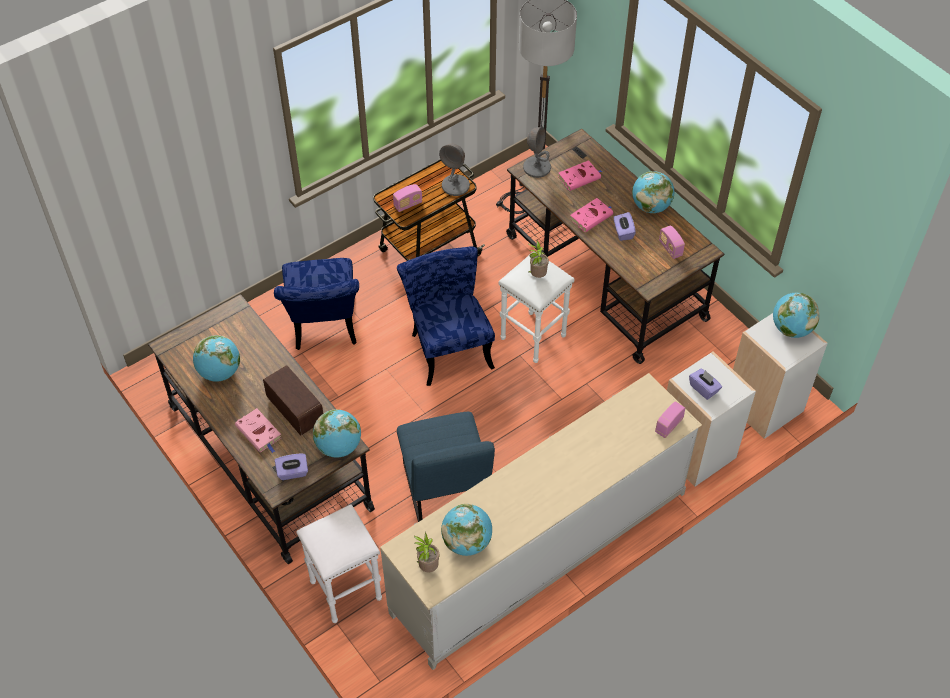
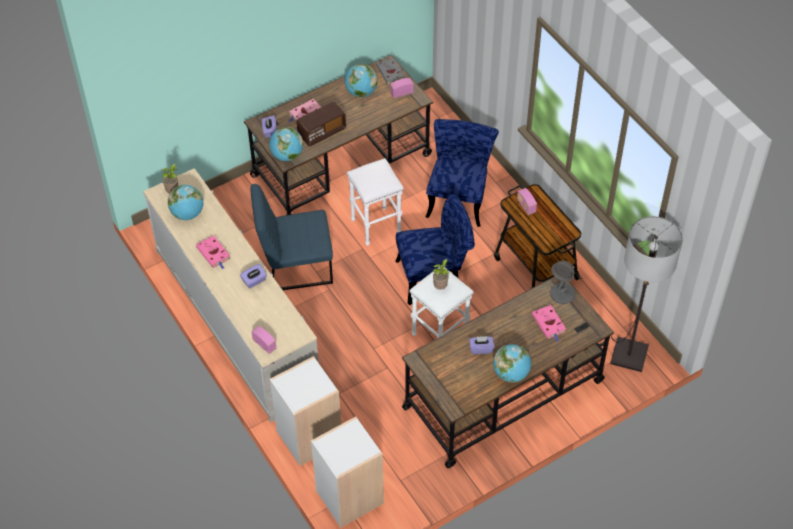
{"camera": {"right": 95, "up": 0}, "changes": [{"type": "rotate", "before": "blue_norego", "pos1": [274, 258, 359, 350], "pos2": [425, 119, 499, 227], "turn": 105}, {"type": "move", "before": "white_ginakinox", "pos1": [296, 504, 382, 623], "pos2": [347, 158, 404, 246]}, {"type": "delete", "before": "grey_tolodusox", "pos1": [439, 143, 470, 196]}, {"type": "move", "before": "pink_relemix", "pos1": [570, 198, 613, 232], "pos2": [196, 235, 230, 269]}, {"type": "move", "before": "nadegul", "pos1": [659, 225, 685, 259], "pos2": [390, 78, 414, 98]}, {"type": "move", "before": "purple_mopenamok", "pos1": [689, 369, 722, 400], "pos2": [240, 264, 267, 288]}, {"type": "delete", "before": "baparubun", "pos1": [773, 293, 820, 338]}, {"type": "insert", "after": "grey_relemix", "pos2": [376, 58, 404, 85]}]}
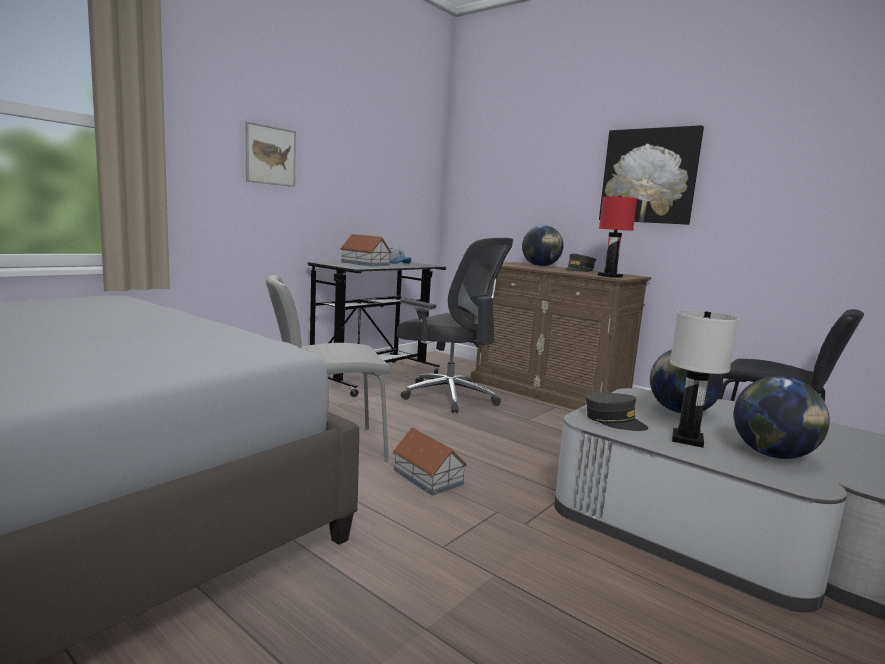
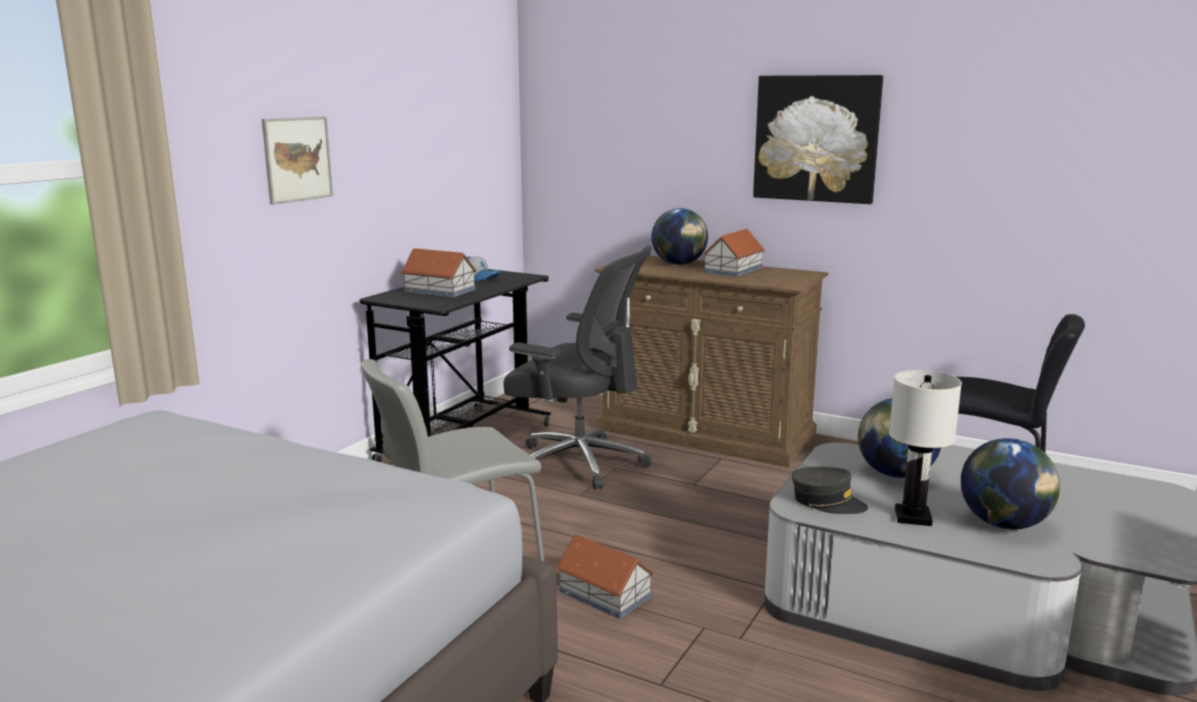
{"camera": {"right": -10, "up": 5}, "changes": [{"type": "replace", "before": "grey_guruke", "after": "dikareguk", "pos1": [564, 254, 596, 272], "pos2": [702, 229, 765, 277]}, {"type": "delete", "before": "red_tolodusox", "pos1": [598, 196, 637, 278]}]}
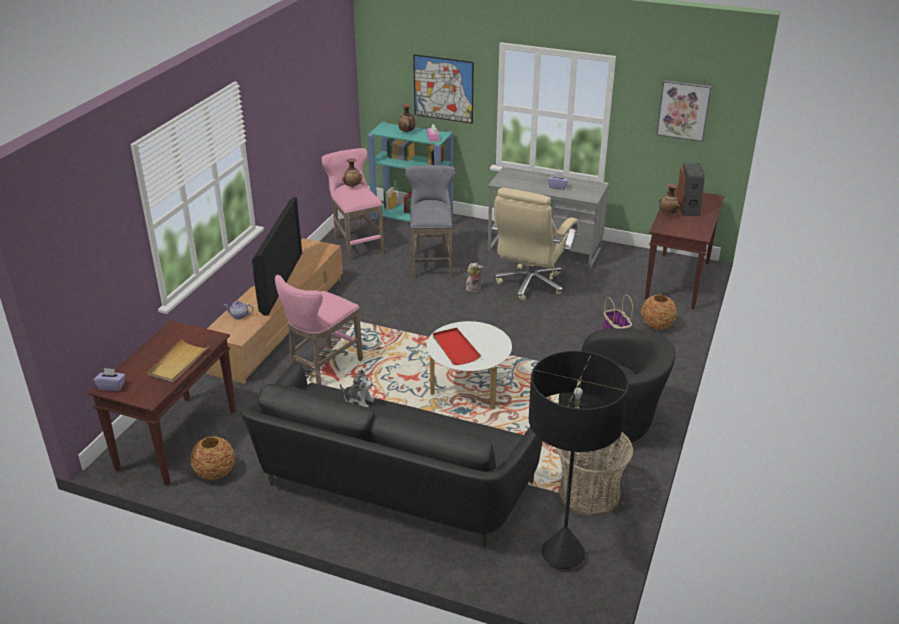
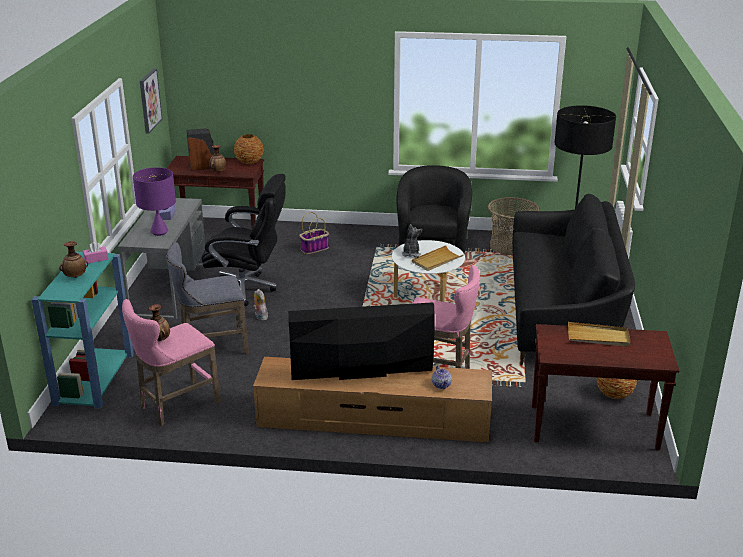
{"camera": {"right": -105, "up": -5}, "changes": [{"type": "delete", "before": "purple_mopenamok", "pos1": [94, 368, 125, 391]}, {"type": "move", "before": "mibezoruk", "pos1": [340, 369, 375, 407], "pos2": [402, 224, 422, 257]}, {"type": "delete", "before": "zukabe", "pos1": [413, 54, 474, 124]}, {"type": "recolor", "before": "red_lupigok", "after": "beige_lupigok", "pos1": [433, 328, 481, 365], "pos2": [412, 245, 464, 271]}, {"type": "recolor", "before": "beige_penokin", "after": "black_penokin", "pos1": [492, 188, 579, 301], "pos2": [201, 174, 286, 306]}, {"type": "move", "before": "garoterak", "pos1": [641, 295, 677, 330], "pos2": [234, 134, 264, 164]}, {"type": "insert", "after": "purple_tolodusox", "pos2": [133, 167, 176, 236]}]}
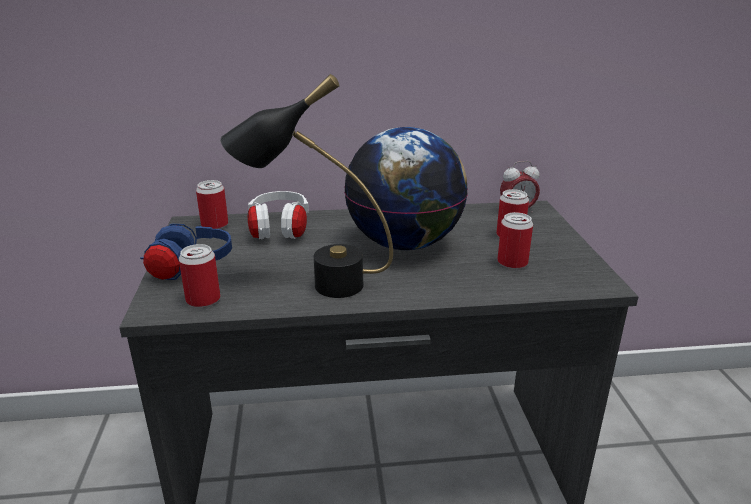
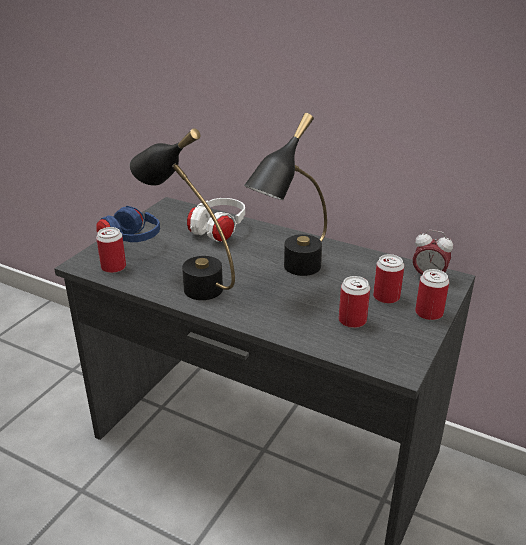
{"camera": {"right": 35, "up": 5}, "changes": [{"type": "move", "before": "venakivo", "pos1": [196, 180, 228, 229], "pos2": [415, 269, 449, 320]}, {"type": "replace", "before": "baparubun", "after": "black_tolodusox", "pos1": [344, 127, 468, 250], "pos2": [244, 113, 327, 276]}]}
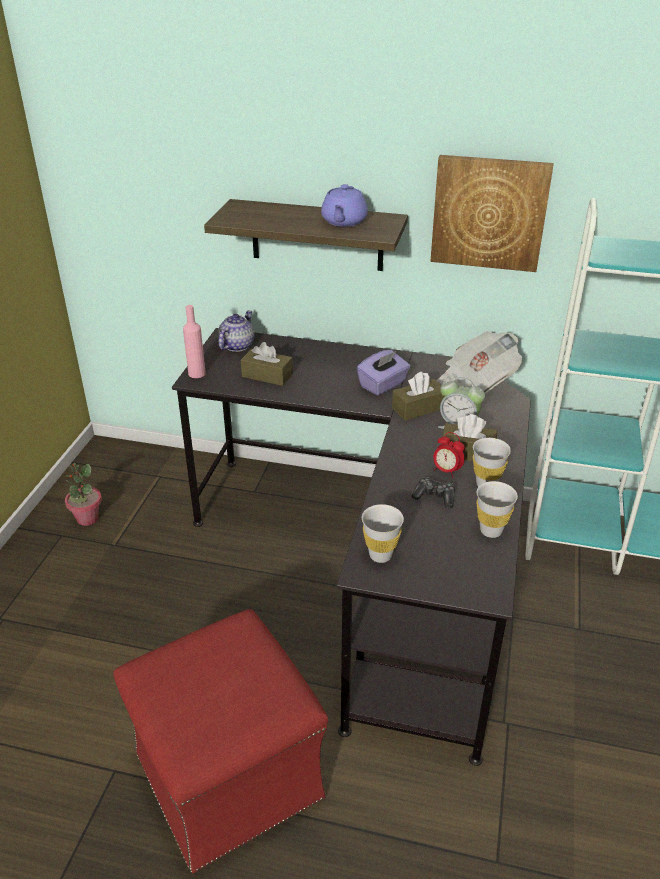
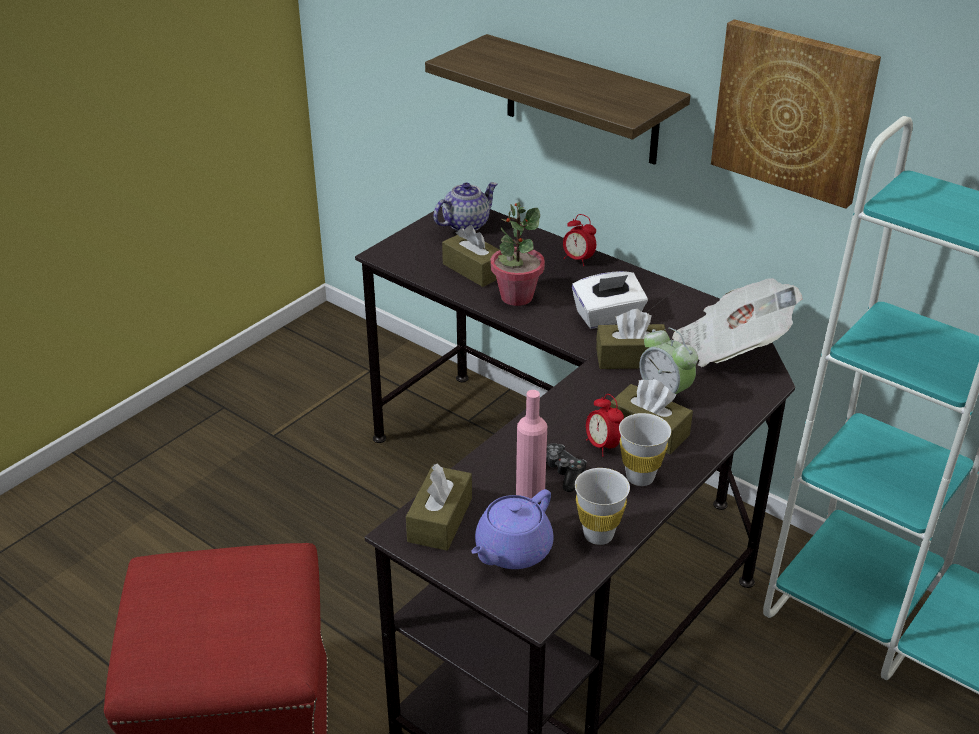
{"camera": {"right": 25, "up": 0}, "changes": [{"type": "move", "before": "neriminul", "pos1": [65, 463, 102, 526], "pos2": [490, 202, 545, 306]}, {"type": "move", "before": "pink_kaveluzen", "pos1": [183, 305, 206, 378], "pos2": [516, 390, 547, 502]}, {"type": "move", "before": "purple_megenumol", "pos1": [321, 184, 368, 227], "pos2": [471, 489, 554, 569]}, {"type": "recolor", "before": "purple_mopenamok", "after": "white_mopenamok", "pos1": [357, 350, 410, 396], "pos2": [572, 271, 648, 329]}, {"type": "replace", "before": "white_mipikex", "after": "brown_mopenamok", "pos1": [362, 504, 404, 563], "pos2": [406, 464, 472, 551]}, {"type": "insert", "after": "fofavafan", "pos2": [563, 214, 596, 266]}]}
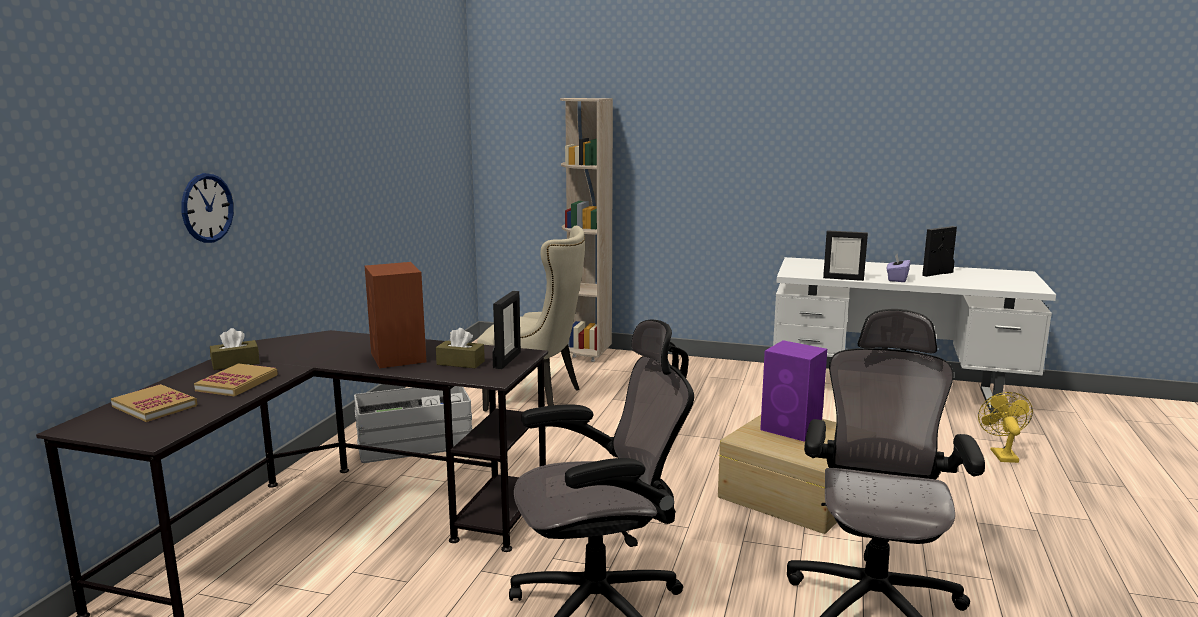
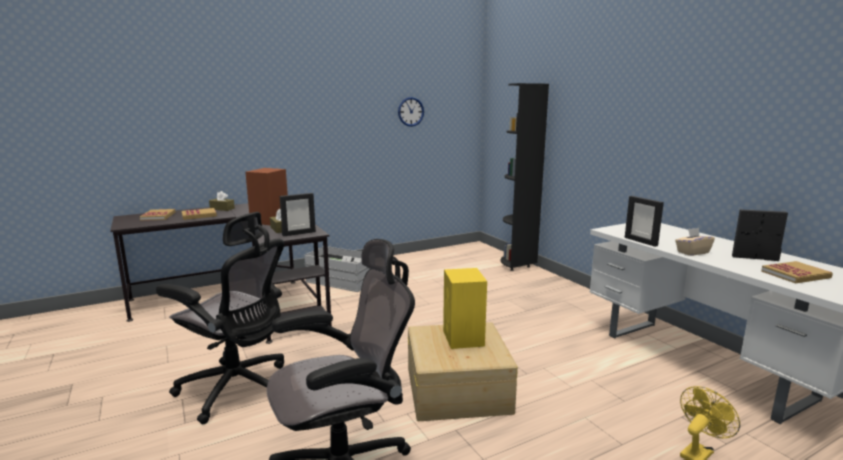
{"camera": {"right": 45, "up": 0}, "changes": [{"type": "move", "before": "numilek", "pos1": [181, 173, 234, 243], "pos2": [398, 97, 424, 127]}, {"type": "delete", "before": "beige_norego", "pos1": [478, 226, 585, 412]}, {"type": "recolor", "before": "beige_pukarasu", "after": "black_pukarasu", "pos1": [560, 98, 613, 362], "pos2": [501, 83, 549, 271]}, {"type": "recolor", "before": "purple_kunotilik", "after": "yellow_kunotilik", "pos1": [760, 340, 827, 442], "pos2": [443, 268, 487, 349]}, {"type": "recolor", "before": "purple_mopenamok", "after": "beige_mopenamok", "pos1": [887, 254, 911, 282], "pos2": [675, 228, 715, 256]}, {"type": "insert", "after": "relemix", "pos2": [761, 261, 833, 284]}]}
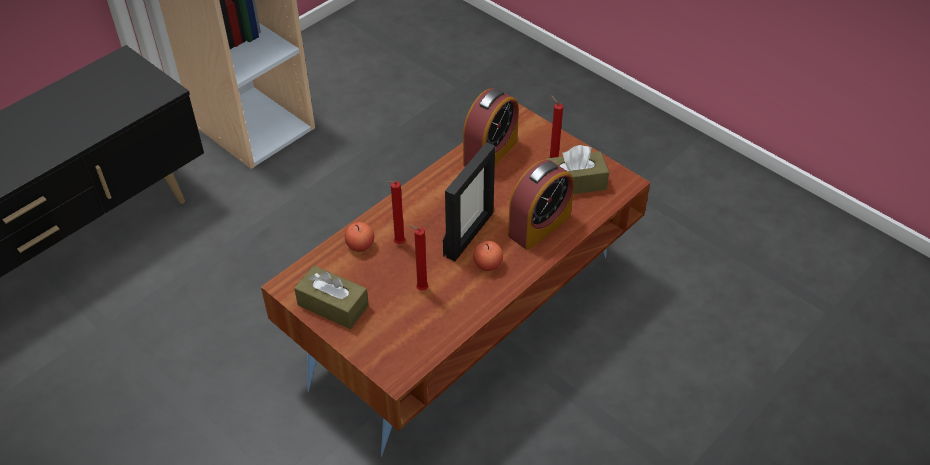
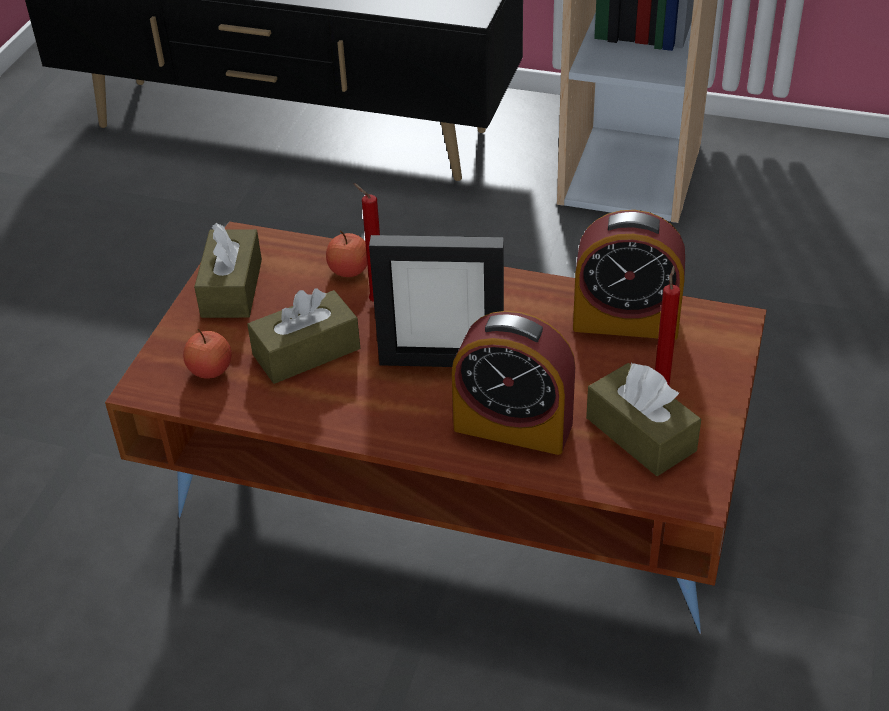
{"camera": {"right": 65, "up": -5}, "changes": [{"type": "replace", "before": "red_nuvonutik", "after": "brown_mopenamok", "pos1": [408, 225, 428, 291], "pos2": [247, 288, 360, 384]}, {"type": "move", "before": "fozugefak", "pos1": [473, 241, 503, 271], "pos2": [183, 329, 232, 379]}]}
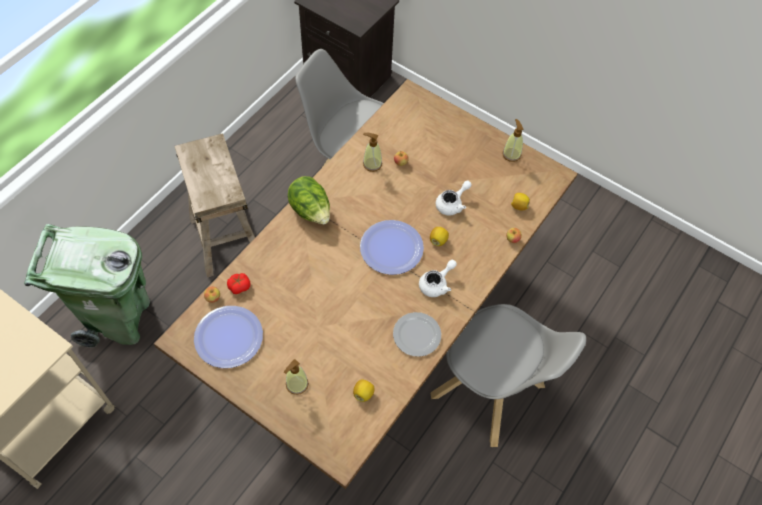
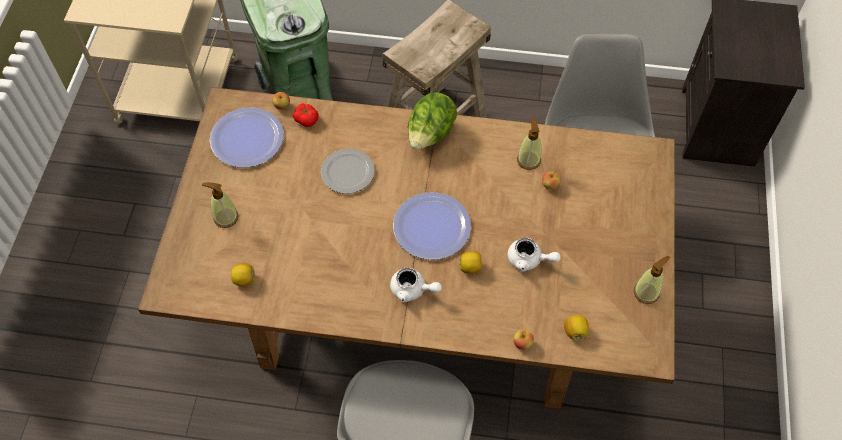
{"camera": {"right": 65, "up": 0}, "changes": [{"type": "move", "before": "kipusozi", "pos1": [393, 312, 441, 357], "pos2": [321, 149, 375, 194]}]}
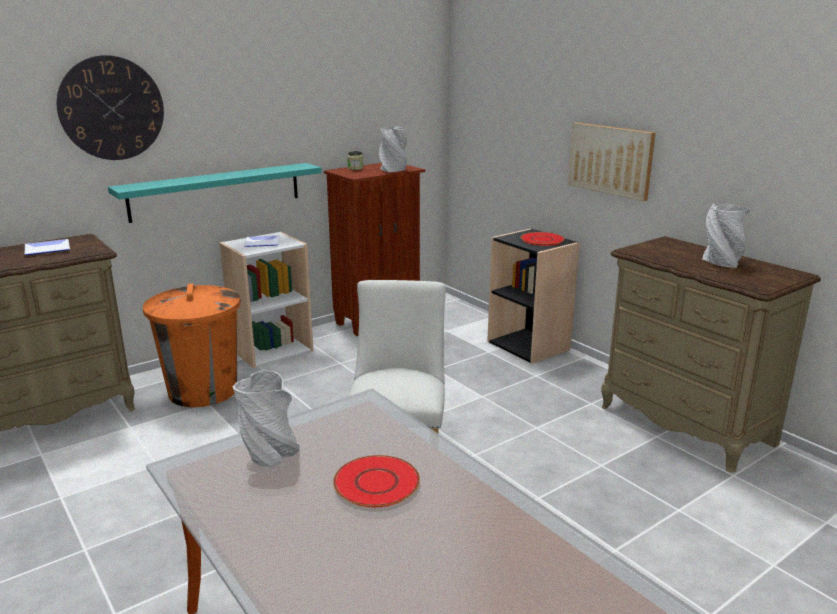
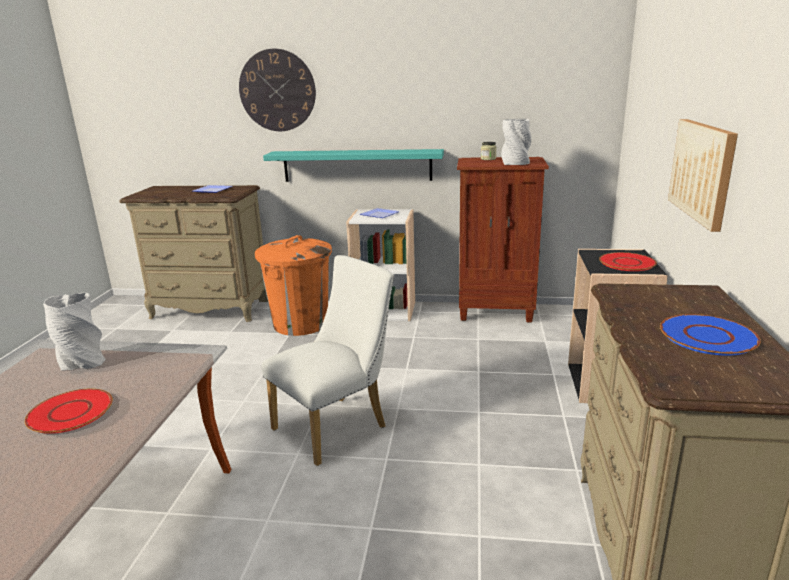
{"camera": {"right": 45, "up": 0}, "changes": [{"type": "replace", "before": "grey_garoterak", "after": "blue_kipusozi", "pos1": [702, 204, 751, 268], "pos2": [660, 314, 761, 356]}]}
